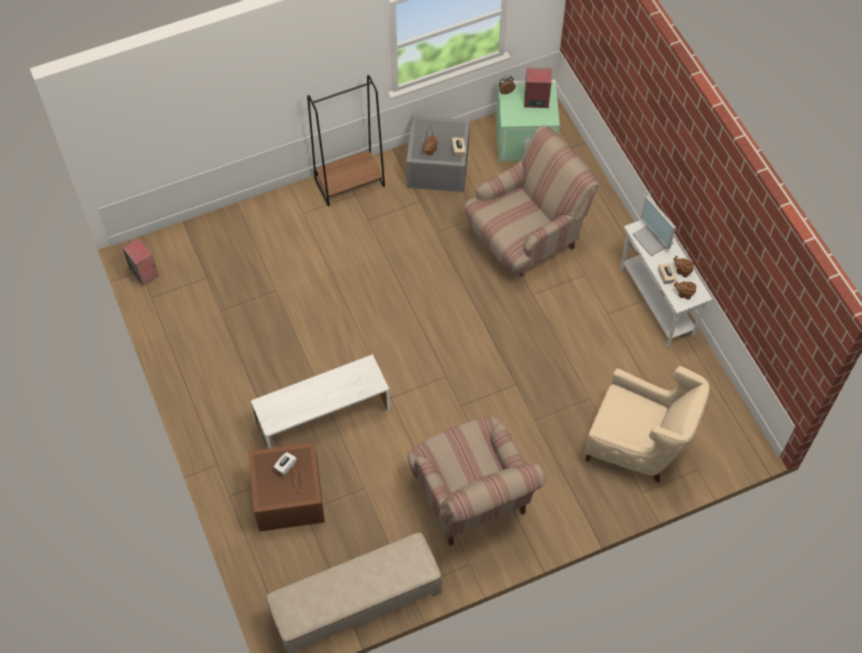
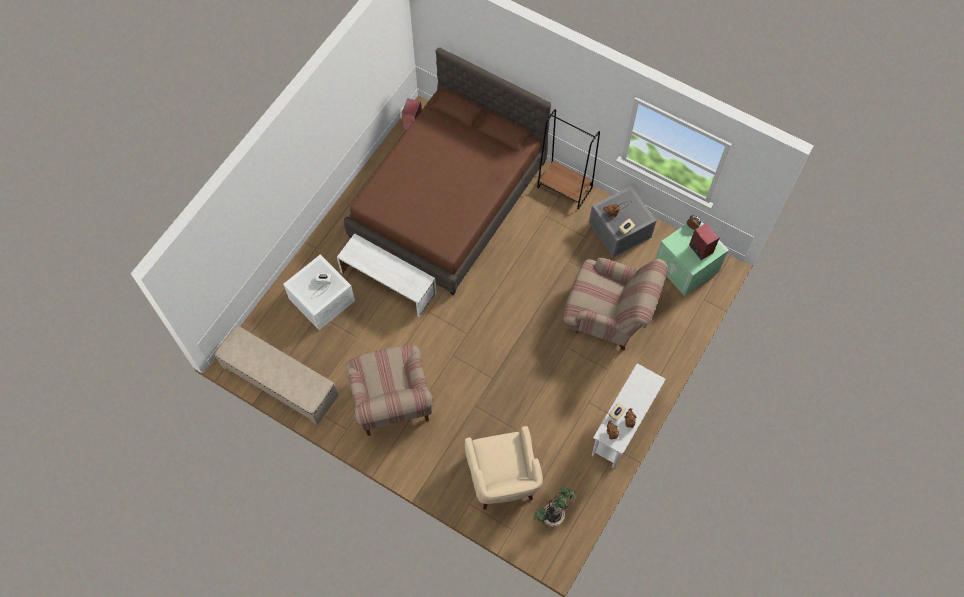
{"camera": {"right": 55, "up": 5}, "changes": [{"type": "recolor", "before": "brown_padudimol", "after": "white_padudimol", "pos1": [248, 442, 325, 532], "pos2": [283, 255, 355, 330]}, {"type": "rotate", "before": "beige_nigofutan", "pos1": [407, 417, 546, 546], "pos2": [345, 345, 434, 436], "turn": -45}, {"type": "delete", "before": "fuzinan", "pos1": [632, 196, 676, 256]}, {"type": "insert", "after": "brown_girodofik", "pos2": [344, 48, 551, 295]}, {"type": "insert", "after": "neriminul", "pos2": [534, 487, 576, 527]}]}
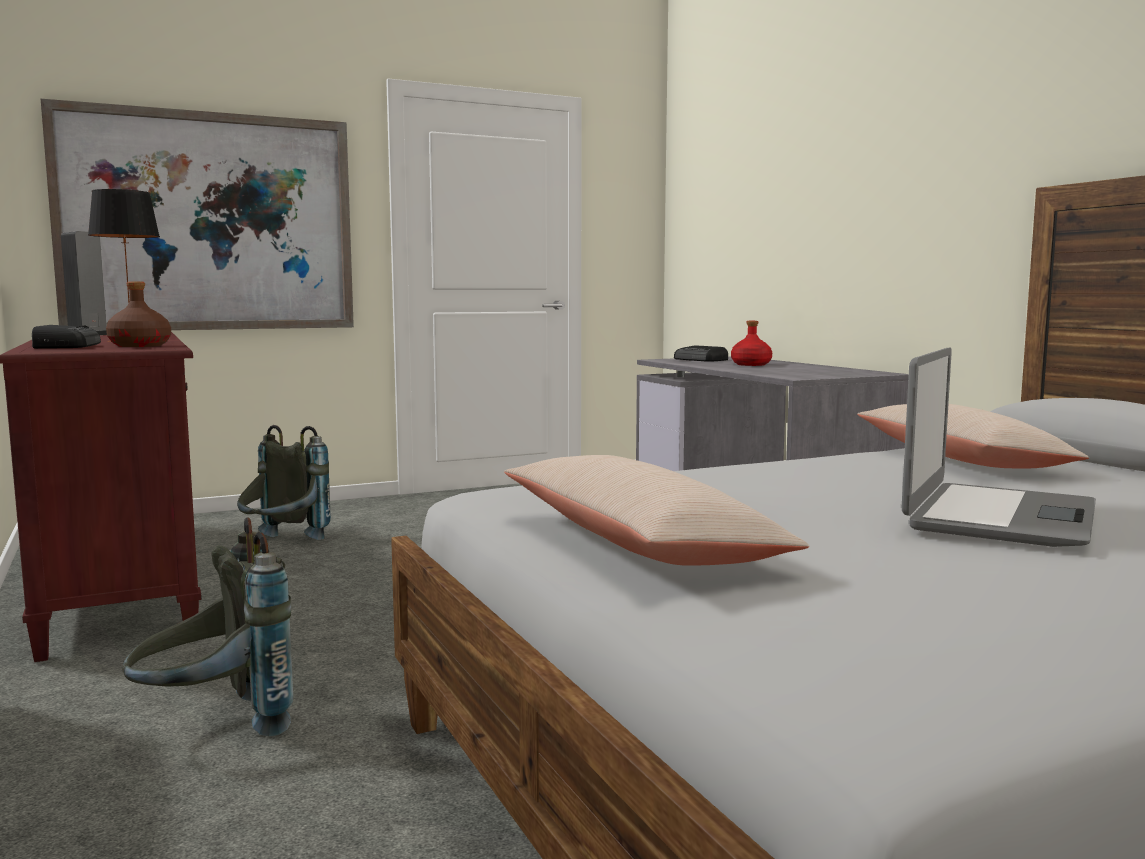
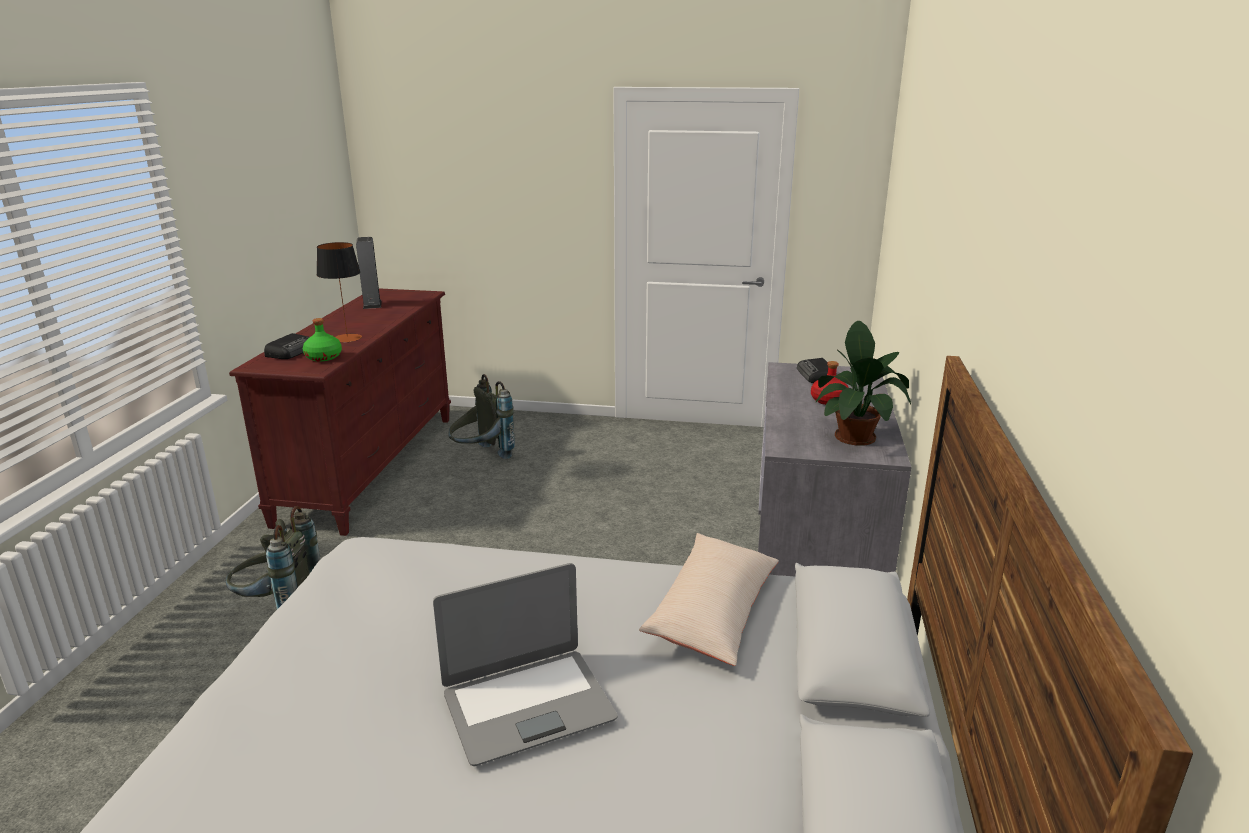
{"camera": {"right": 35, "up": 15}, "changes": [{"type": "delete", "before": "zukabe", "pos1": [41, 99, 354, 330]}, {"type": "recolor", "before": "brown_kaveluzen", "after": "green_kaveluzen", "pos1": [106, 282, 171, 347], "pos2": [303, 318, 342, 361]}, {"type": "delete", "before": "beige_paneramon", "pos1": [504, 455, 809, 566]}, {"type": "insert", "after": "neriminul", "pos2": [816, 321, 911, 446]}]}
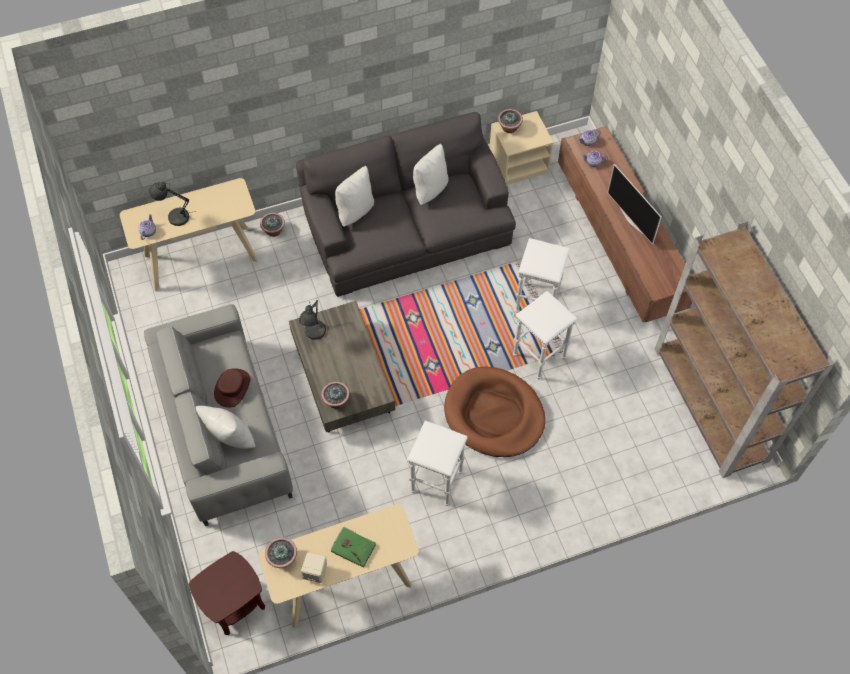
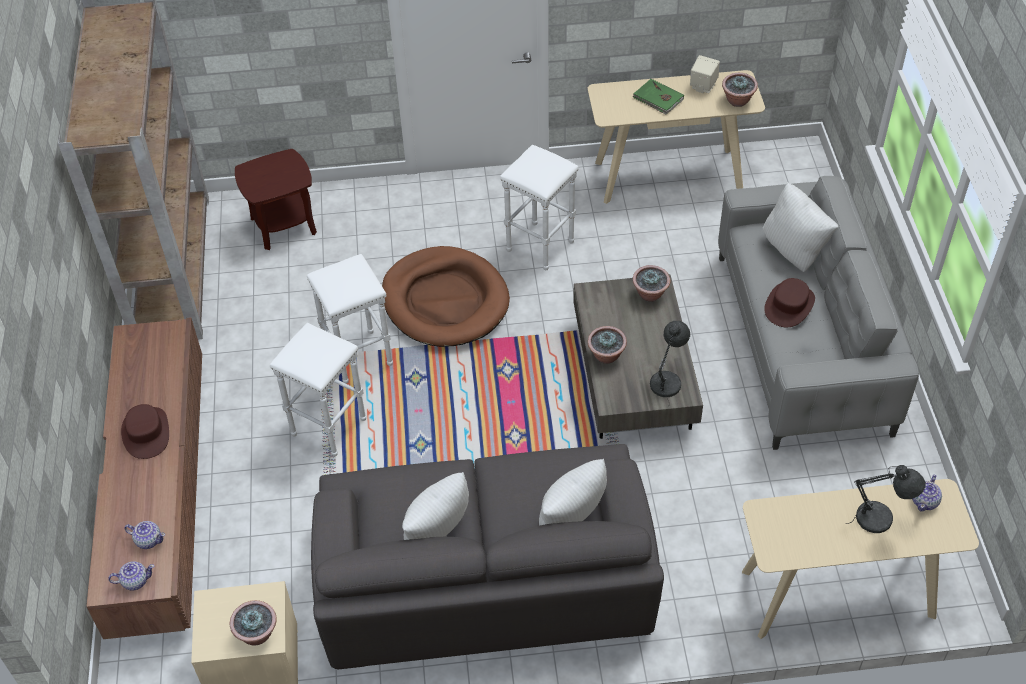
{"camera": {"right": -165, "up": -10}, "changes": [{"type": "move", "before": "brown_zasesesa", "pos1": [189, 551, 265, 635], "pos2": [235, 149, 317, 250]}, {"type": "move", "before": "neriminul", "pos1": [260, 213, 285, 237], "pos2": [588, 326, 627, 364]}, {"type": "replace", "before": "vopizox", "after": "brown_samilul", "pos1": [607, 164, 662, 245], "pos2": [121, 404, 169, 459]}]}
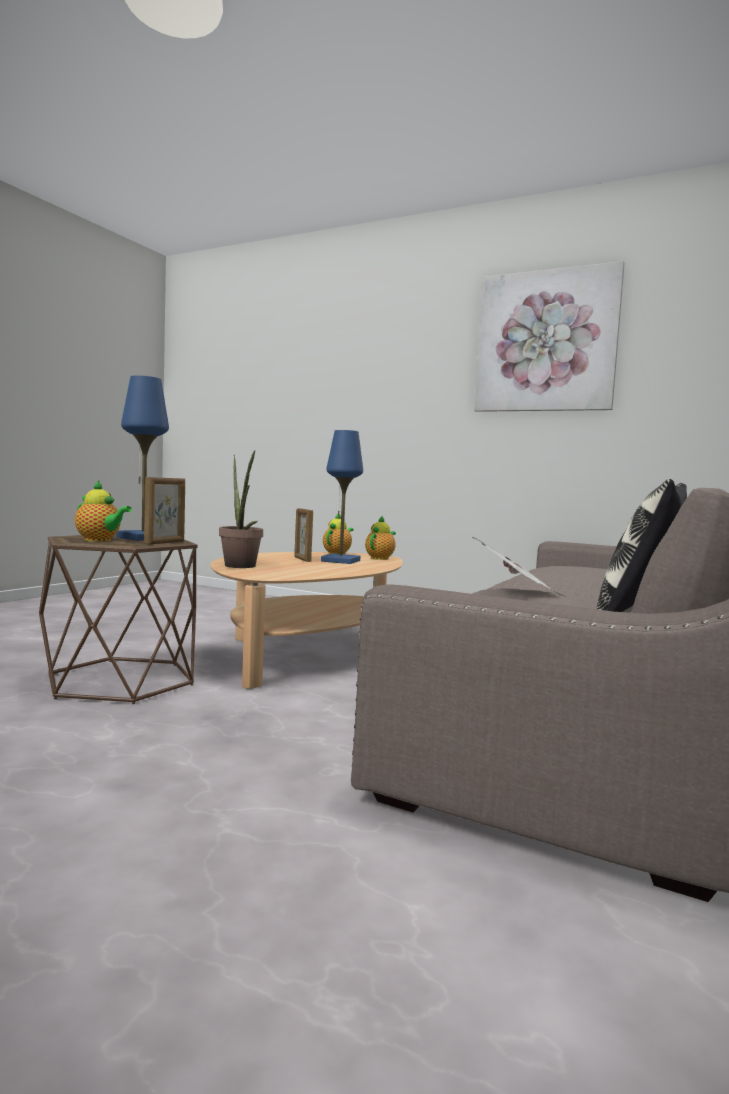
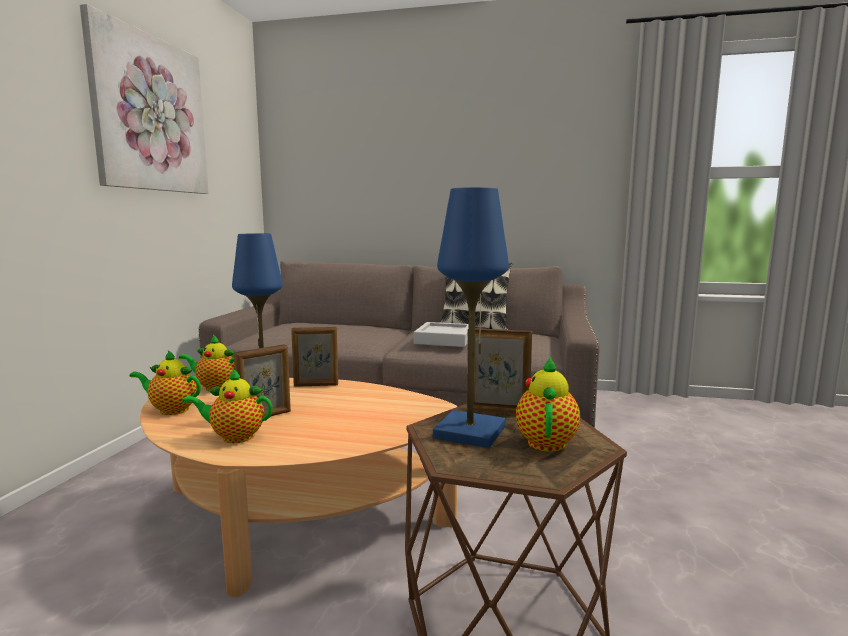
{"camera": {"right": -105, "up": 5}, "changes": [{"type": "delete", "before": "neriminul", "pos1": [219, 450, 263, 568]}, {"type": "replace", "before": "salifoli", "after": "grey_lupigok", "pos1": [472, 537, 565, 596], "pos2": [414, 322, 469, 347]}, {"type": "insert", "after": "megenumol", "pos2": [182, 369, 273, 443]}, {"type": "insert", "after": "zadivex", "pos2": [291, 327, 338, 387]}]}
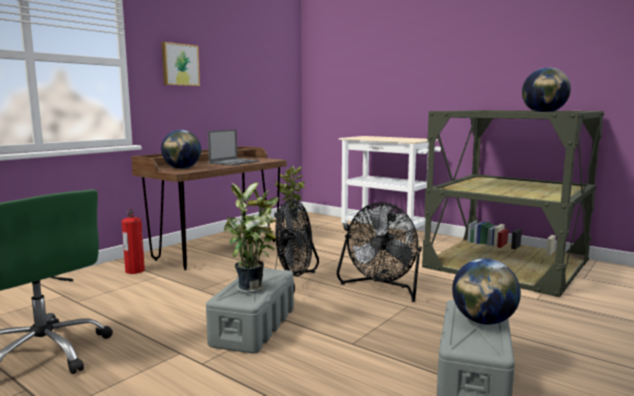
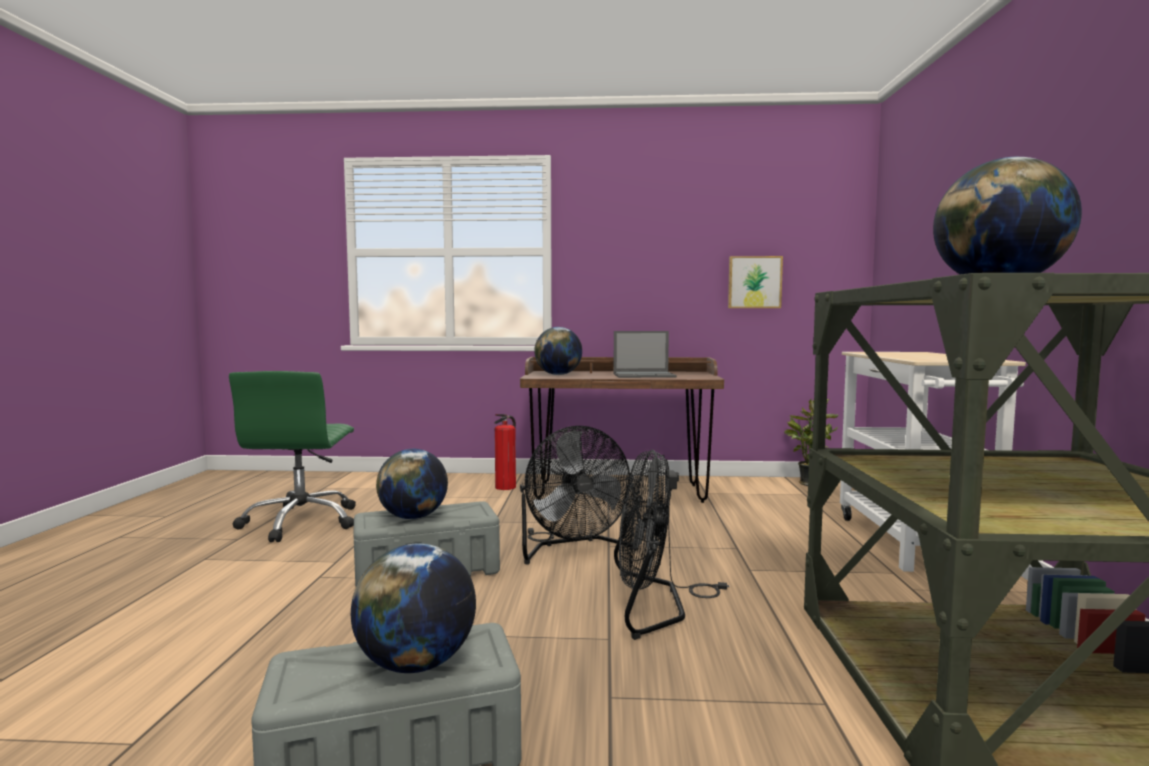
{"camera": {"right": 55, "up": -5}, "changes": [{"type": "move", "before": "zukabe", "pos1": [162, 42, 200, 86], "pos2": [728, 256, 783, 308]}, {"type": "replace", "before": "neriminul", "after": "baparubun", "pos1": [224, 183, 279, 293], "pos2": [376, 449, 448, 519]}]}
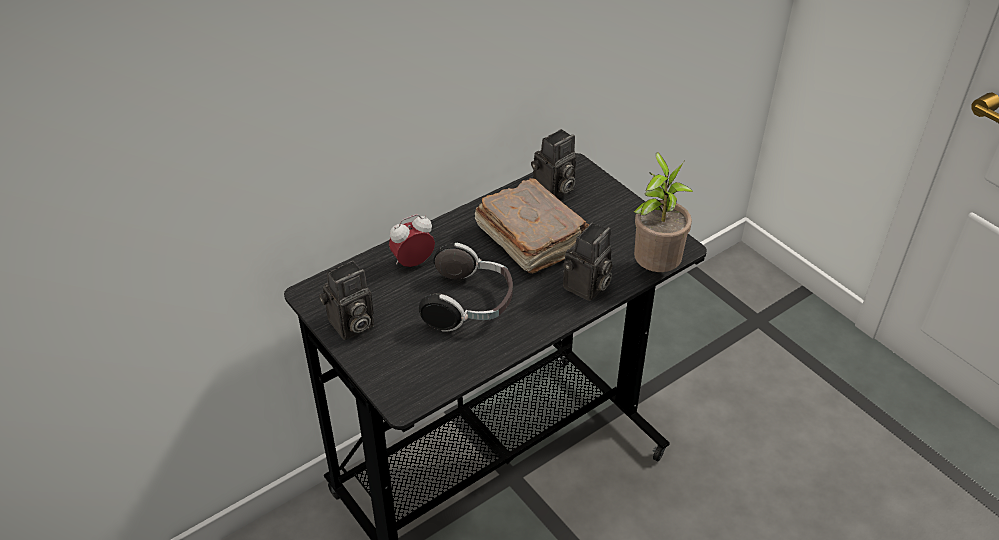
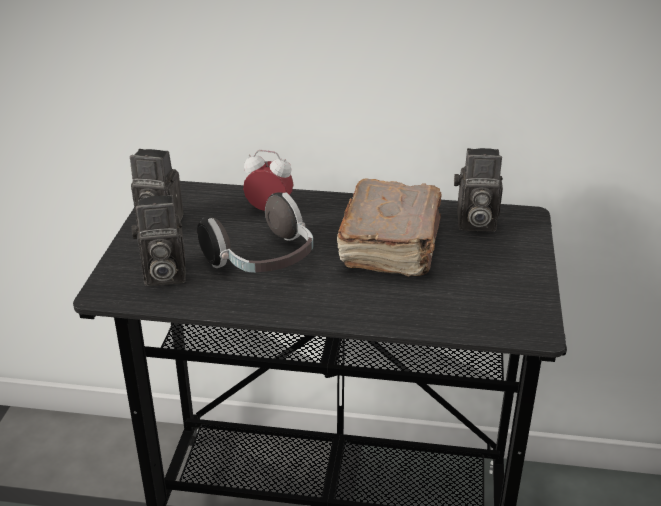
{"camera": {"right": 45, "up": -10}, "changes": [{"type": "move", "before": "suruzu", "pos1": [563, 222, 613, 301], "pos2": [132, 195, 186, 286]}, {"type": "delete", "before": "neriminul", "pos1": [634, 152, 694, 272]}]}
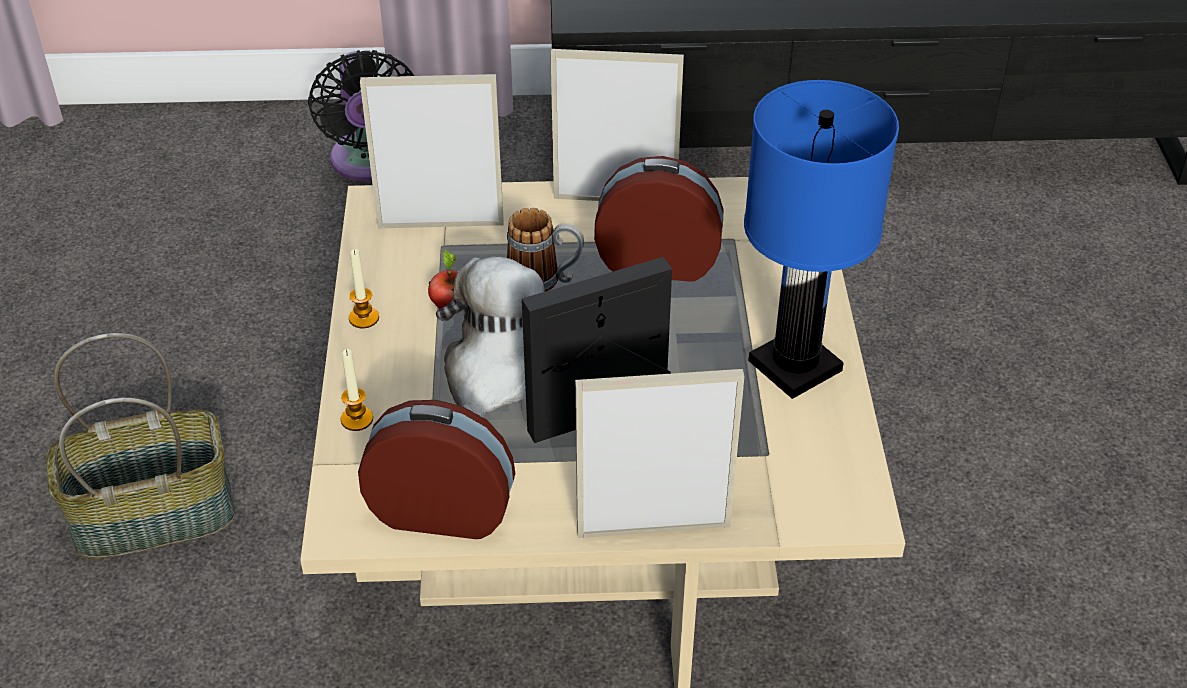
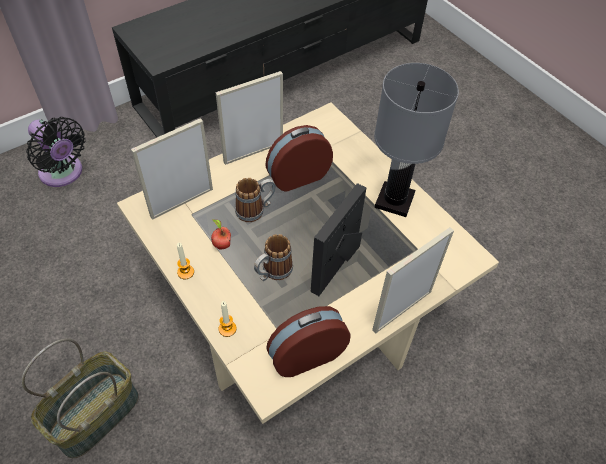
{"camera": {"right": -35, "up": 10}, "changes": [{"type": "replace", "before": "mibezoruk", "after": "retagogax", "pos1": [436, 257, 544, 418], "pos2": [254, 234, 293, 281]}, {"type": "recolor", "before": "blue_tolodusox", "after": "grey_tolodusox", "pos1": [744, 80, 899, 399], "pos2": [374, 63, 459, 217]}]}
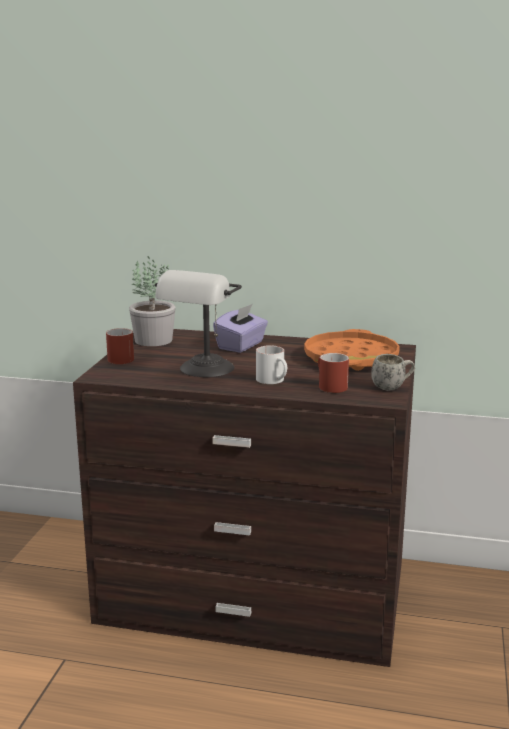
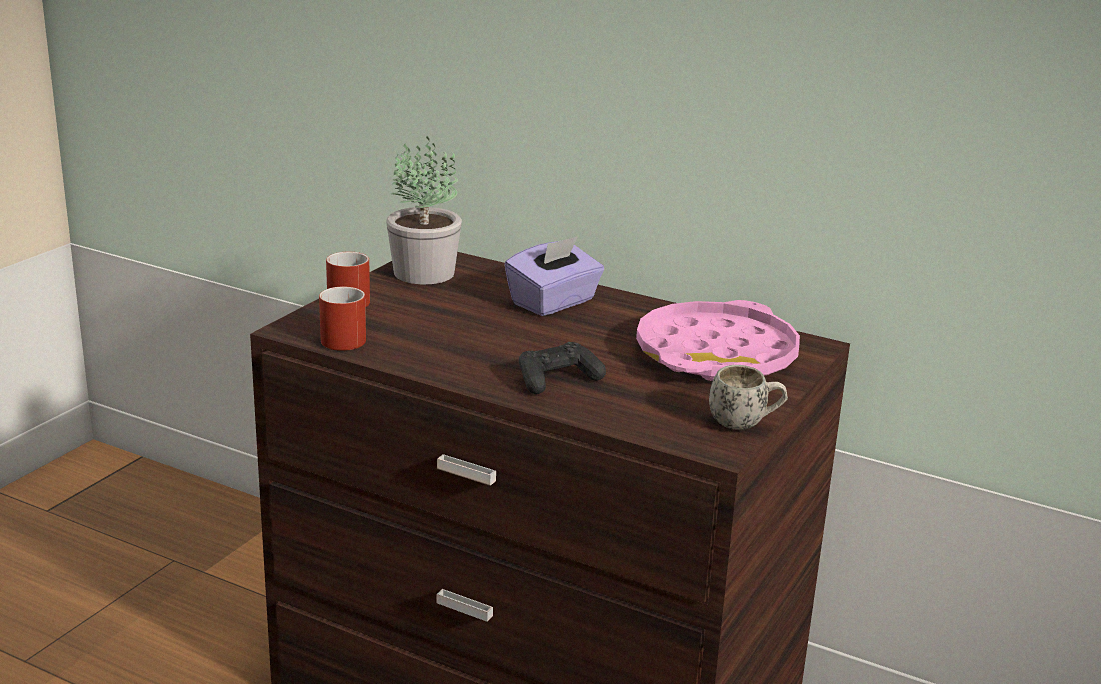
{"camera": {"right": 15, "up": 5}, "changes": [{"type": "delete", "before": "tolodusox", "pos1": [155, 270, 242, 377]}, {"type": "replace", "before": "white_retagogax", "after": "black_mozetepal", "pos1": [256, 345, 287, 384], "pos2": [519, 342, 606, 394]}, {"type": "recolor", "before": "orange_lupigok", "after": "pink_lupigok", "pos1": [304, 329, 400, 371], "pos2": [636, 300, 800, 381]}, {"type": "move", "before": "red_retagogax", "pos1": [318, 353, 349, 393], "pos2": [319, 287, 366, 351]}]}
